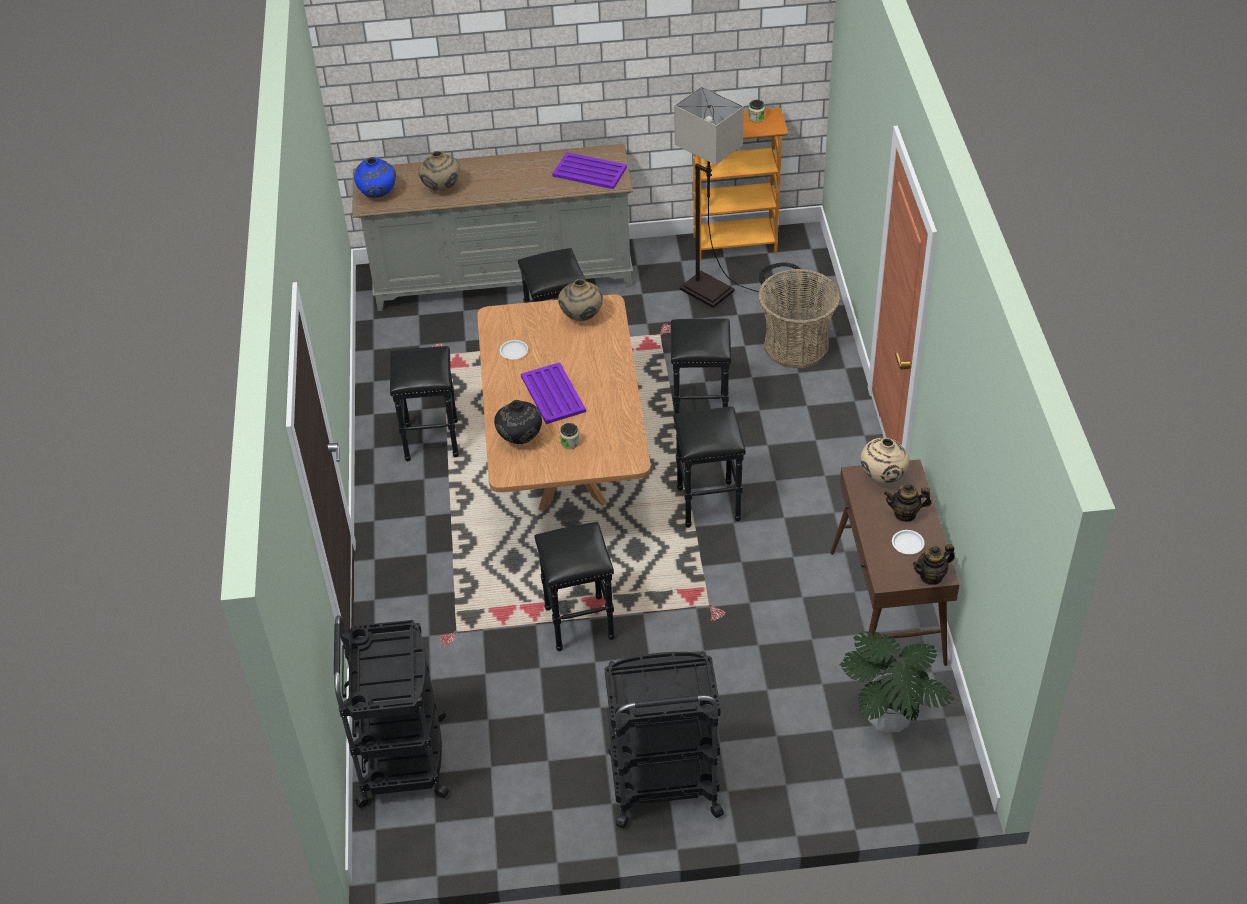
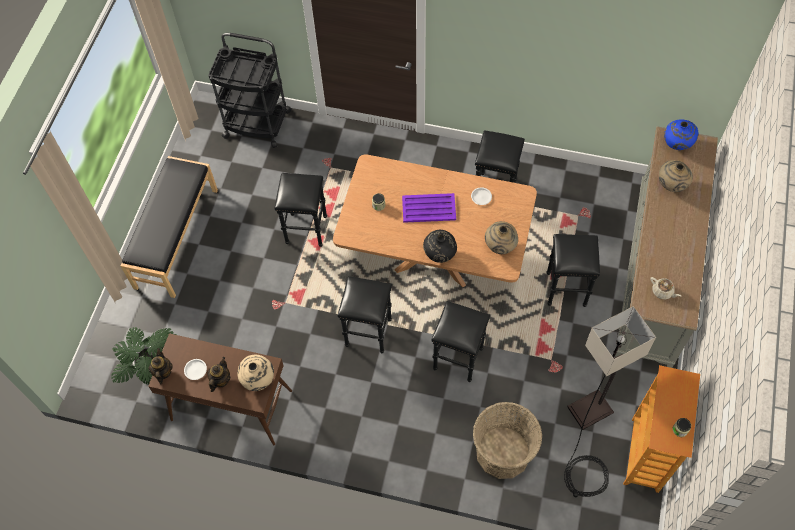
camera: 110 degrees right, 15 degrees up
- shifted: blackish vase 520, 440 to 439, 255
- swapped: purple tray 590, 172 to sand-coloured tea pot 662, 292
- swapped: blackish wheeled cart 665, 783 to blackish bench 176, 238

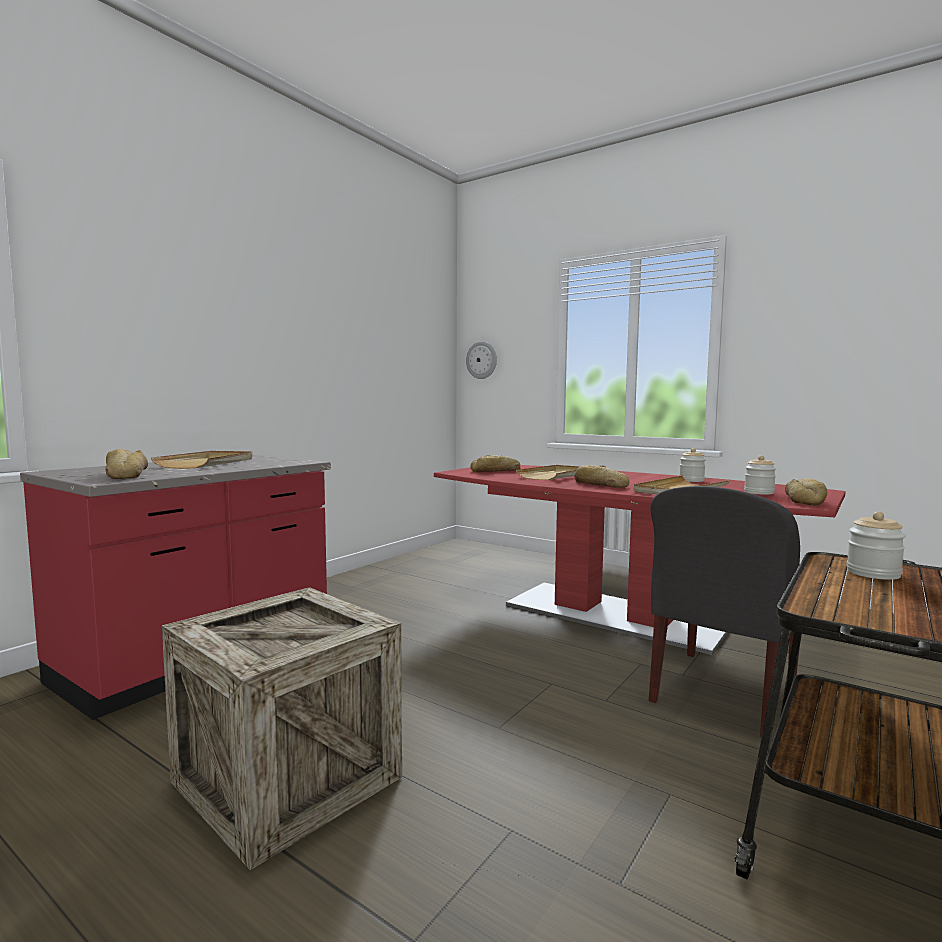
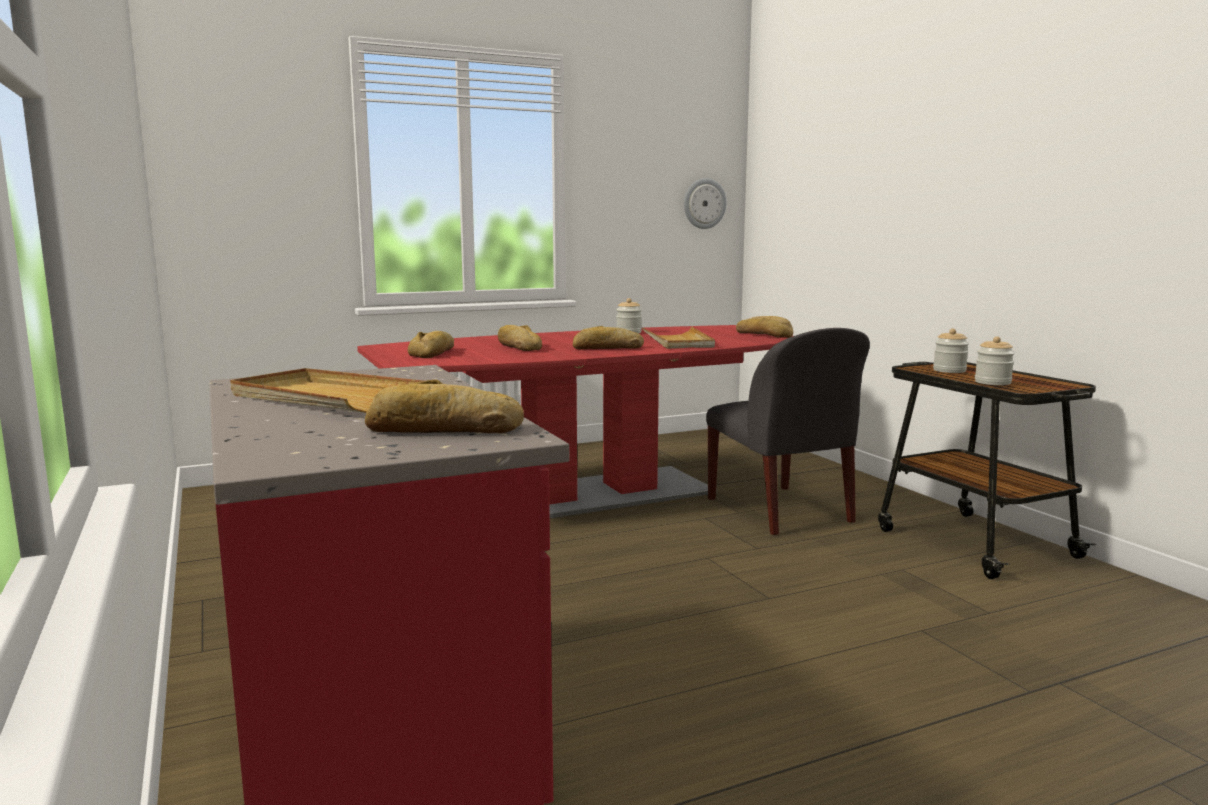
camera: 60 degrees left, 5 degrees up
- gone: packing crate 287, 779
- shifted: clock on the wall 481, 360 to 704, 203
- swapped: sand-coloured tray 555, 475 to bread 519, 347
- shifted: preserve jar 759, 492 to 992, 382

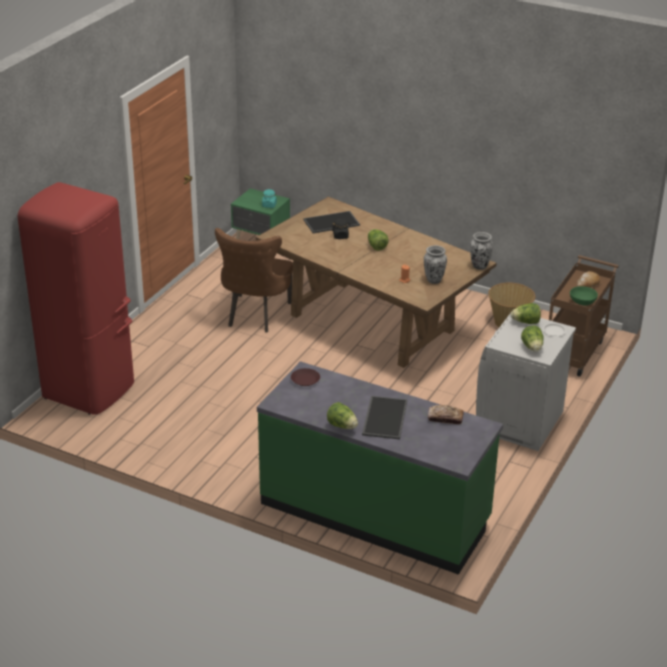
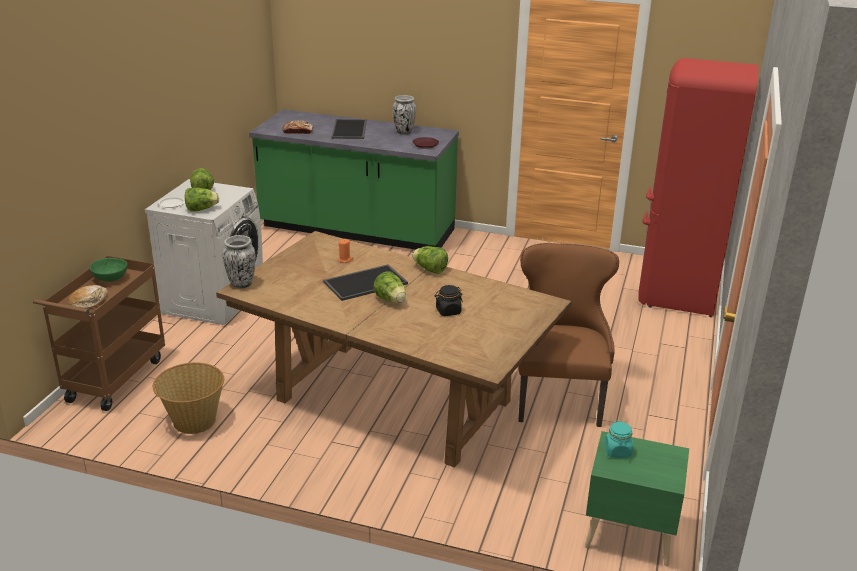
camera: 170 degrees right, 5 degrees down
- shifted: tray 331, 223 to 365, 282
- shifted: lettuce head 342, 426 to 430, 270
- shifted: vase 434, 280 to 404, 132

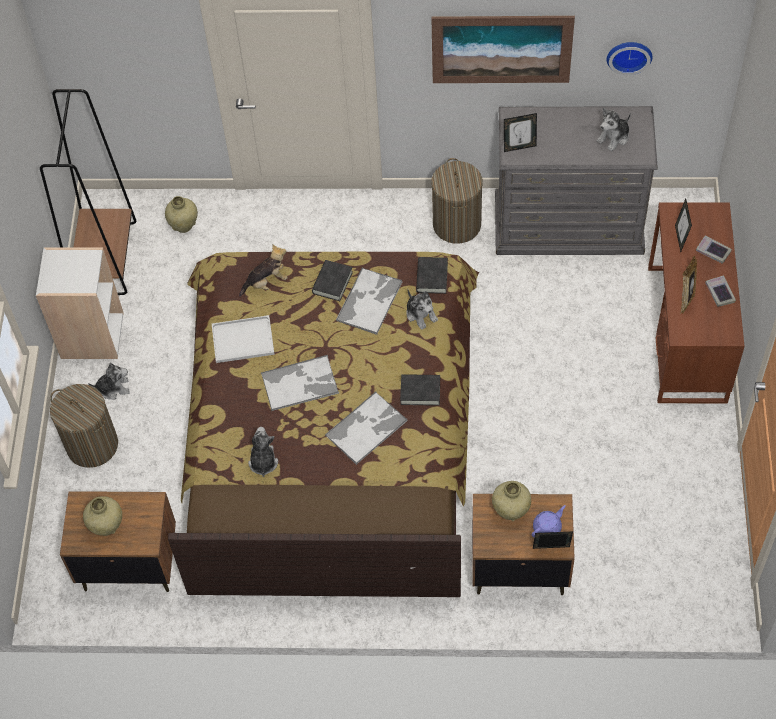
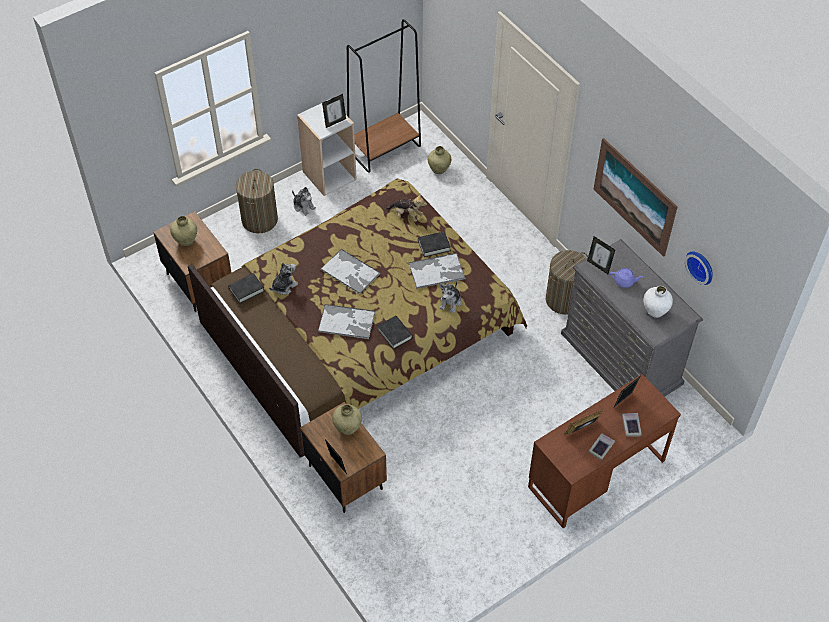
camera: 50 degrees right, 5 degrees down
- gone: white-coloured tray 244, 339
- shifted: blackish volume 432, 277 to 246, 290
- shifted: purple tea pot 547, 527 to 624, 281
- swapped: soft toy 614, 137 to white-coloured vase 655, 311
- new: standing frame 335, 122

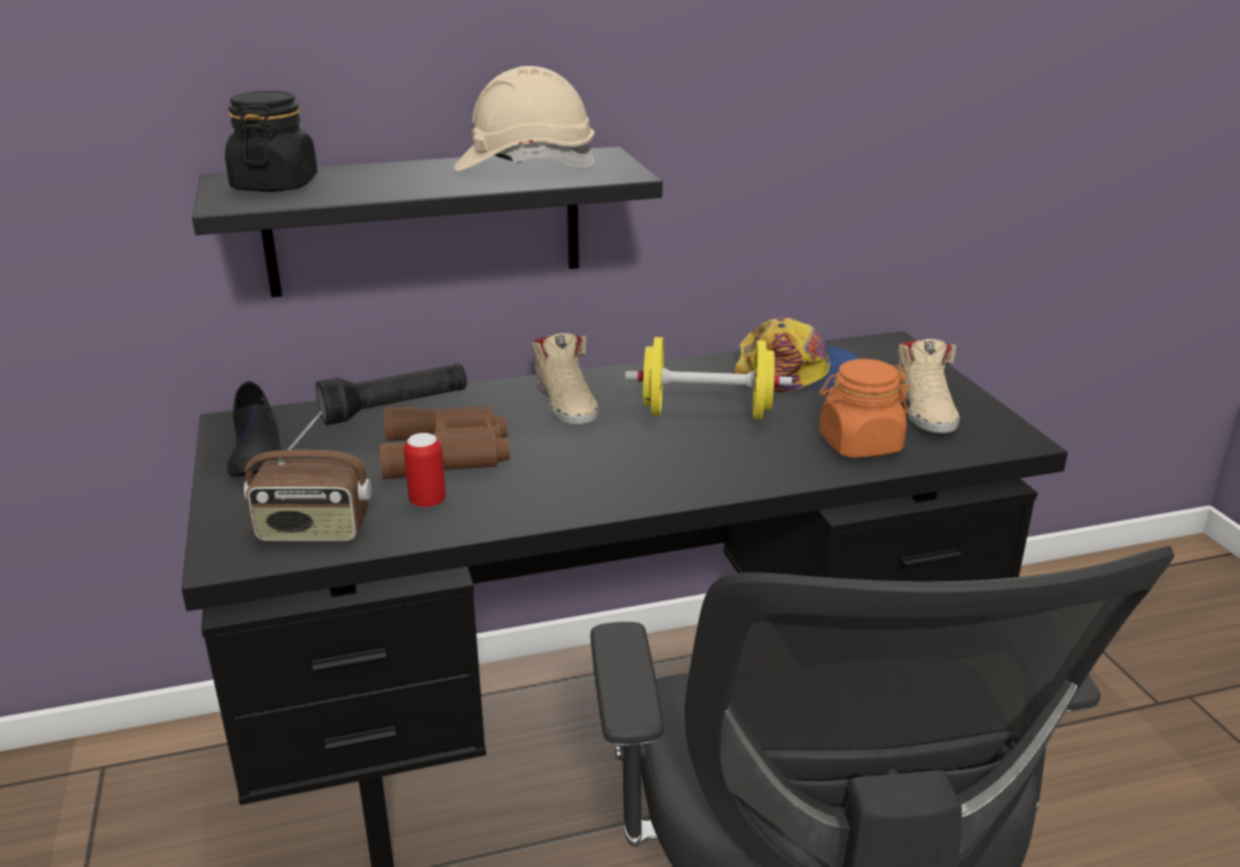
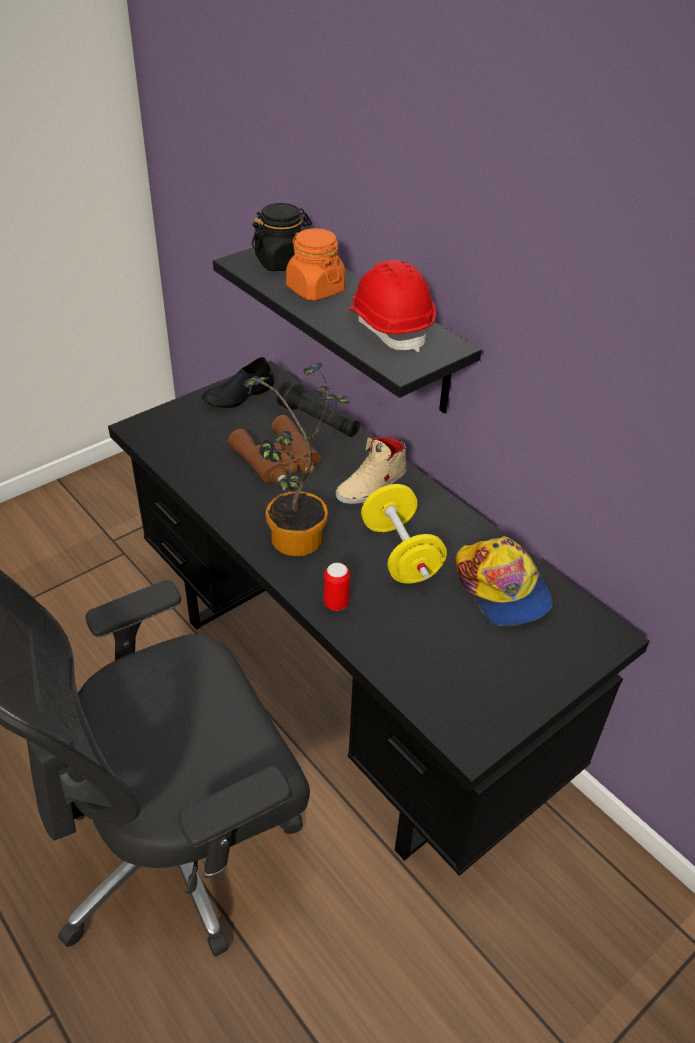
camera: 65 degrees right, 15 degrees up
- gone: radio set 313, 532
- shifted: sealed can 427, 502 to 336, 603
- repainted: sand-coloured work helmet 525, 166 to red-coloured work helmet 389, 326
- shifted: orange preserve jar 859, 444 to 315, 290
- gone: sand-coloured item of footwear 925, 409
- new: plant in a pot 294, 544

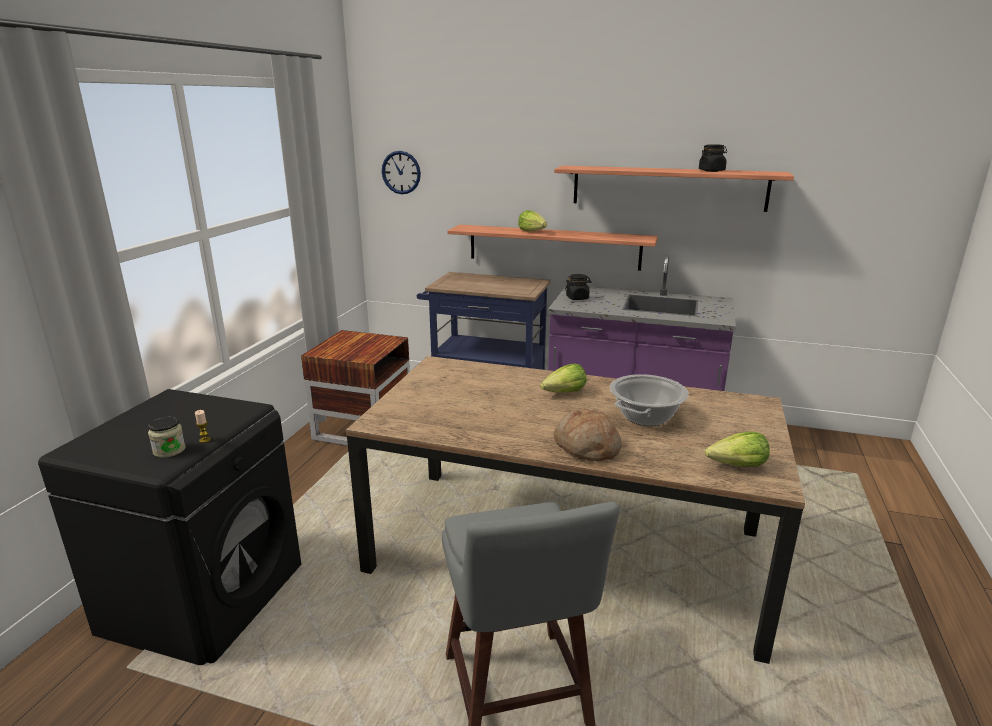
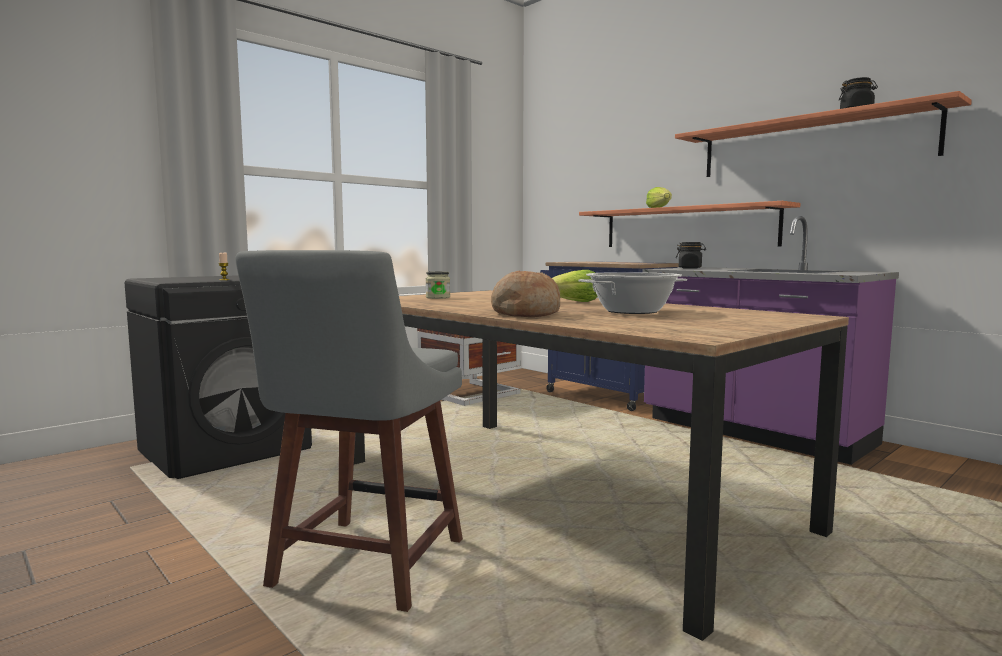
camera: 30 degrees right, 15 degrees down
- shifted: preserve jar 169, 450 to 438, 297
- gone: clock on the wall 401, 172
- gone: lettuce head 738, 466

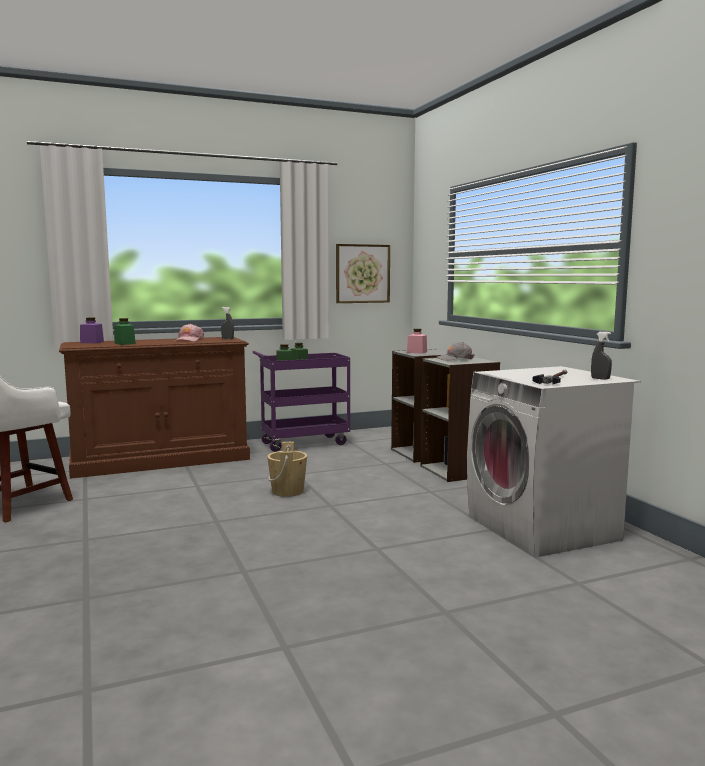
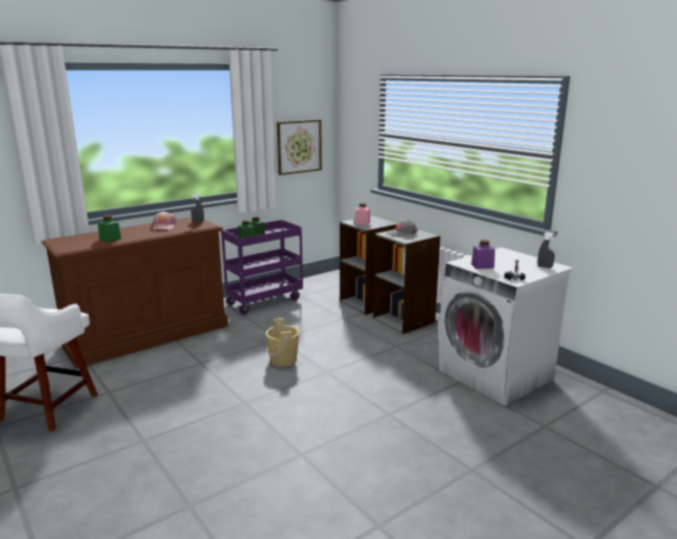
camera: 15 degrees left, 10 degrees up
- shifted: purple preserve jar 92, 342 to 482, 266

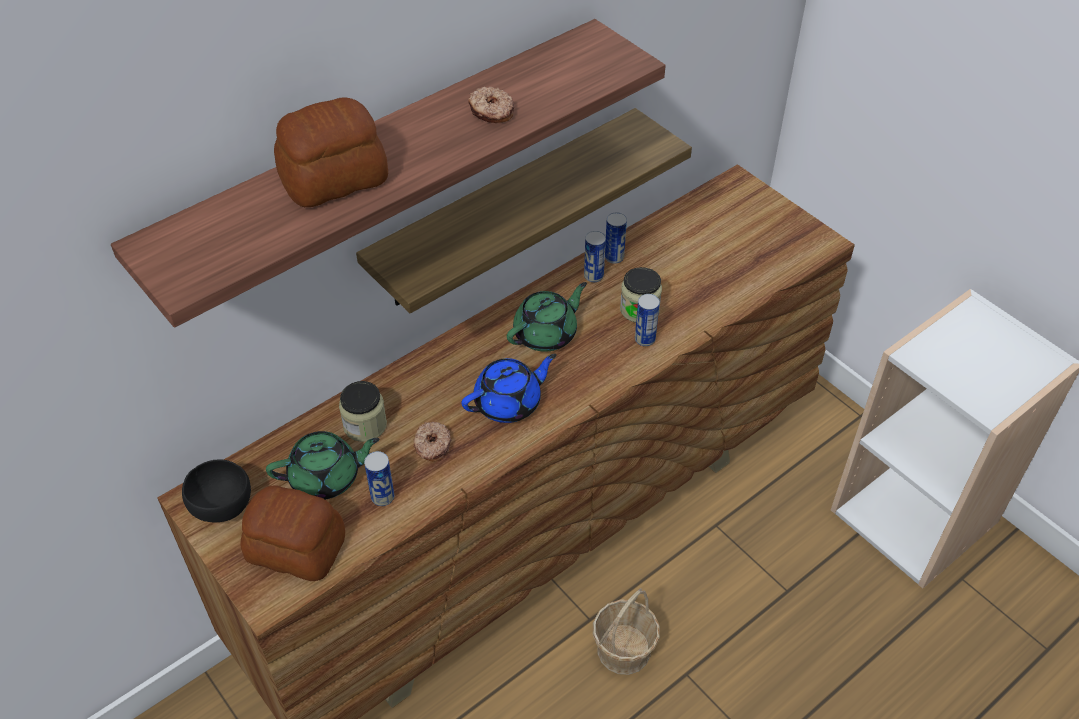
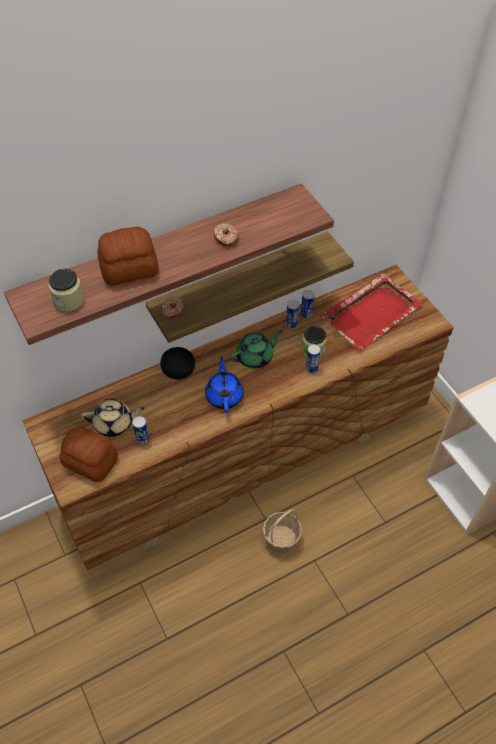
camera: 10 degrees right, 5 degrees up
- shifted: blackish deep dish 222, 506 to 178, 371
- repainted: green tea pot 326, 477 to sand-coloured tea pot 114, 424
- shifted: preserve jar 365, 425 to 68, 300
- shifted: ring doughnut 432, 446 to 172, 310
- rotated: bluish tea pot 509, 403 = 224, 395 75 degrees counterclockwise
- new: red-coloured tray 372, 313

